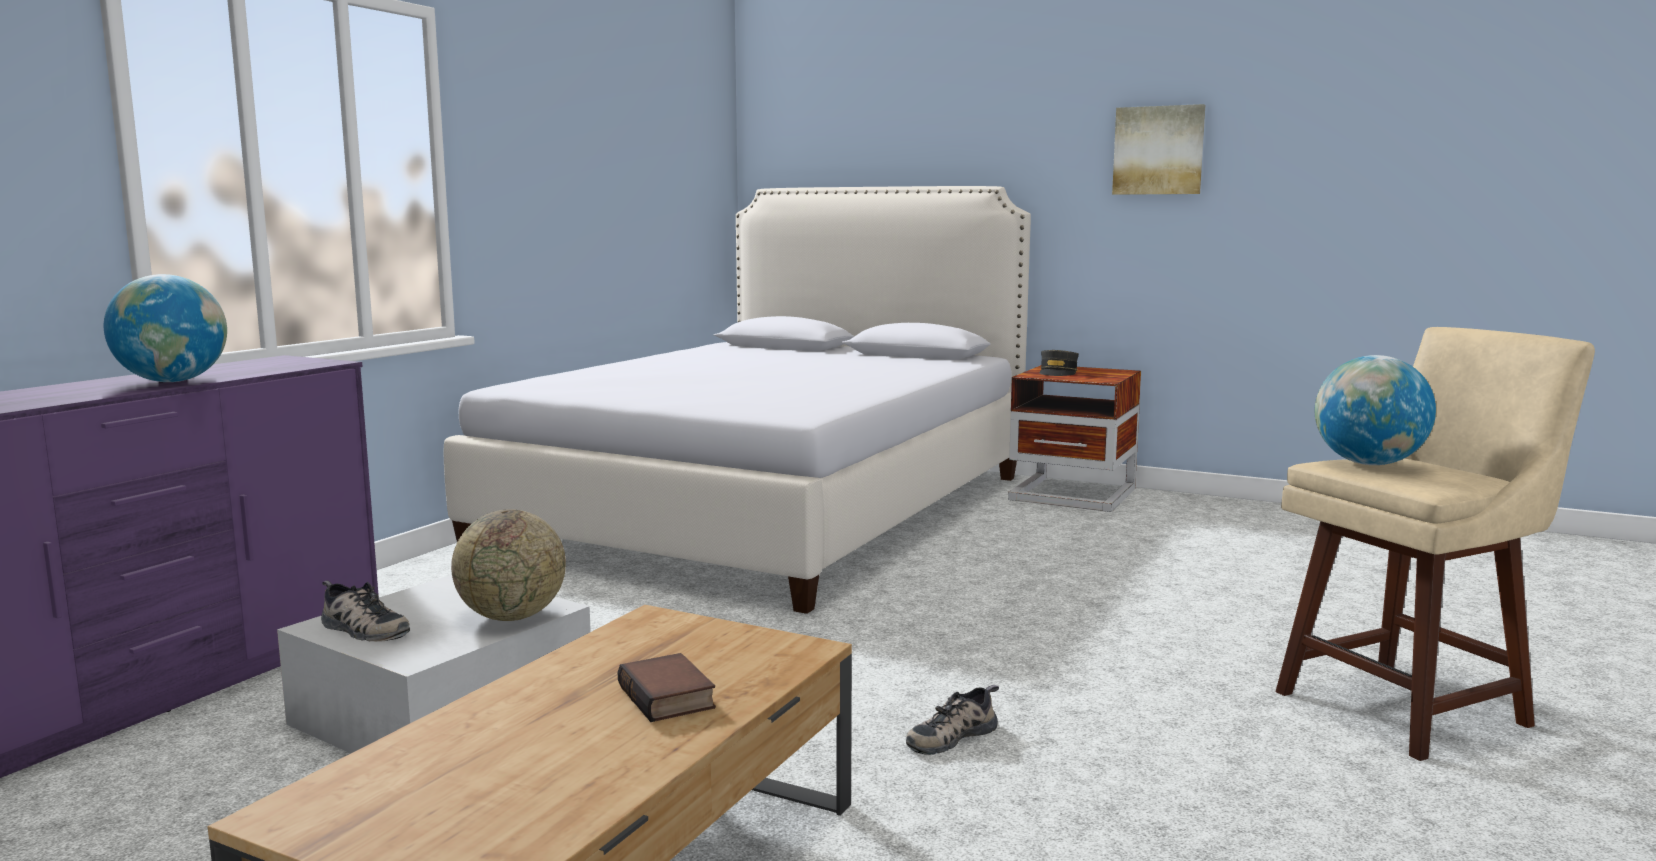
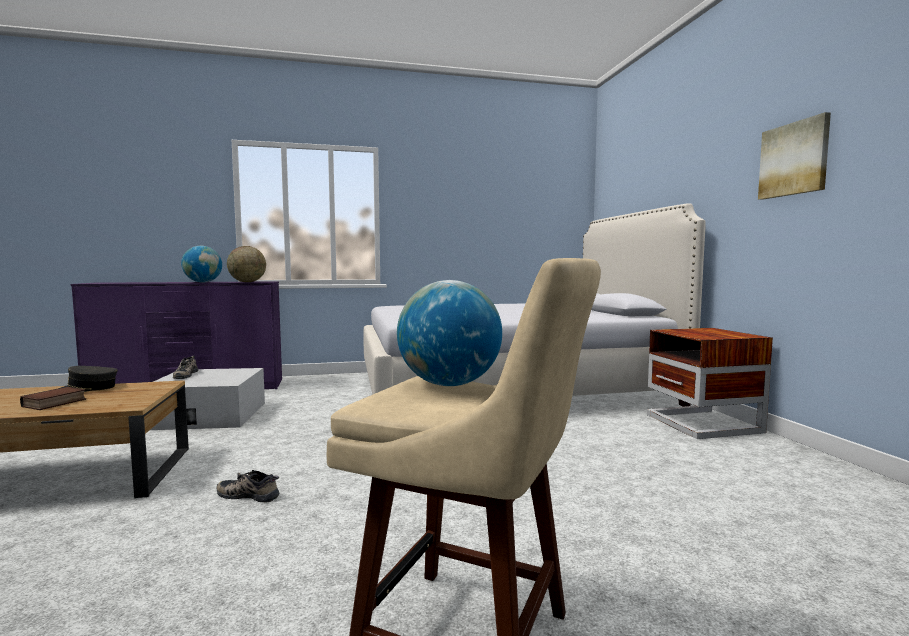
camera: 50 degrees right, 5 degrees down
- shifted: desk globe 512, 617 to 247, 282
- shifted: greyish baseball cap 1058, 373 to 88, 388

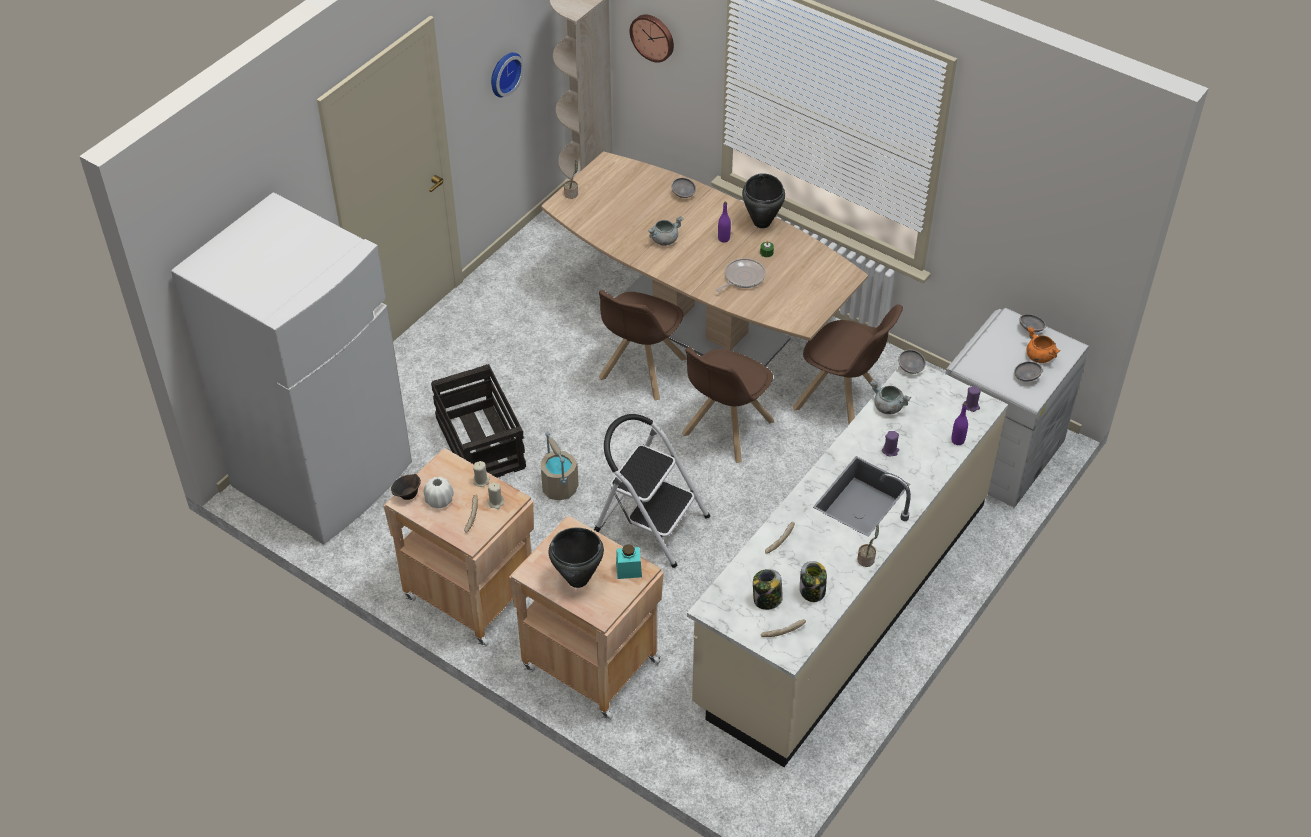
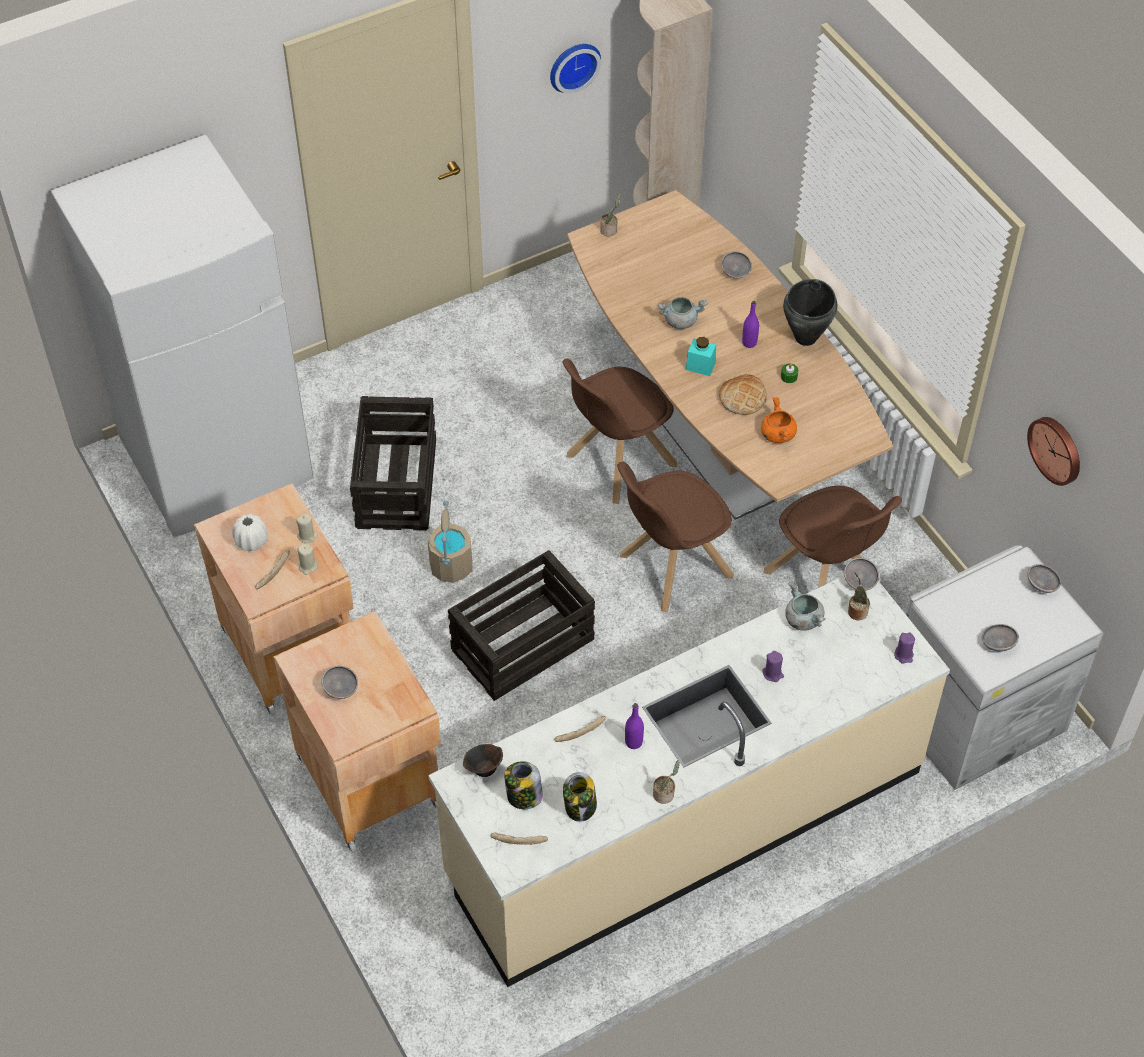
camera: 25 degrees right, 5 degrees up
- shifted: brownish deep dish 407, 494 to 483, 768
- swapped: blackish stockpot 578, 580 to greyish deep dish 341, 689
- swapped: step stool 648, 523 to packing crate 523, 644
- shifted: blue-green preserve jar 629, 570 to 700, 365
- shifted: clock on the wall 653, 37 to 1056, 449
- swapped: pan 742, 277 to bread 742, 398
- shifted: purple drink bottle 957, 440 to 633, 742
- shifted: orange stockpot 1039, 356 to 777, 434
- new: plant in a pot 856, 611

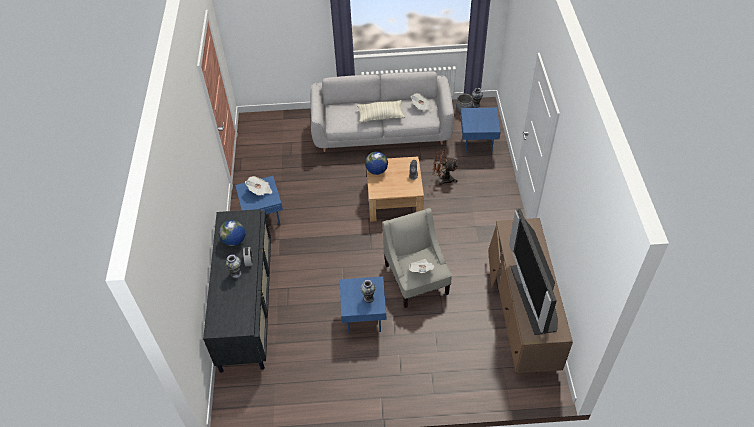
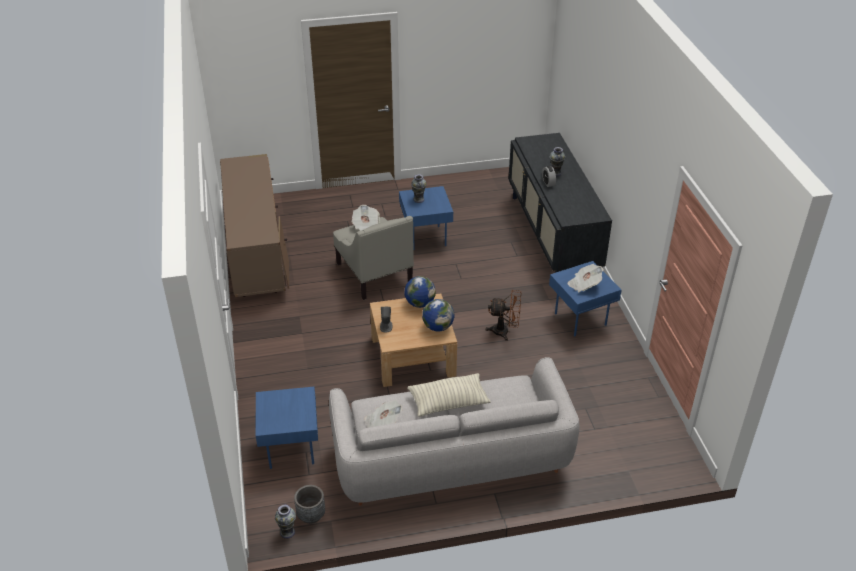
camera: 170 degrees right, 10 degrees down
- shifted: desk globe 234, 241 to 420, 303
- shifted: brownish electric fan 443, 179 to 505, 331
- gone: TV 534, 297

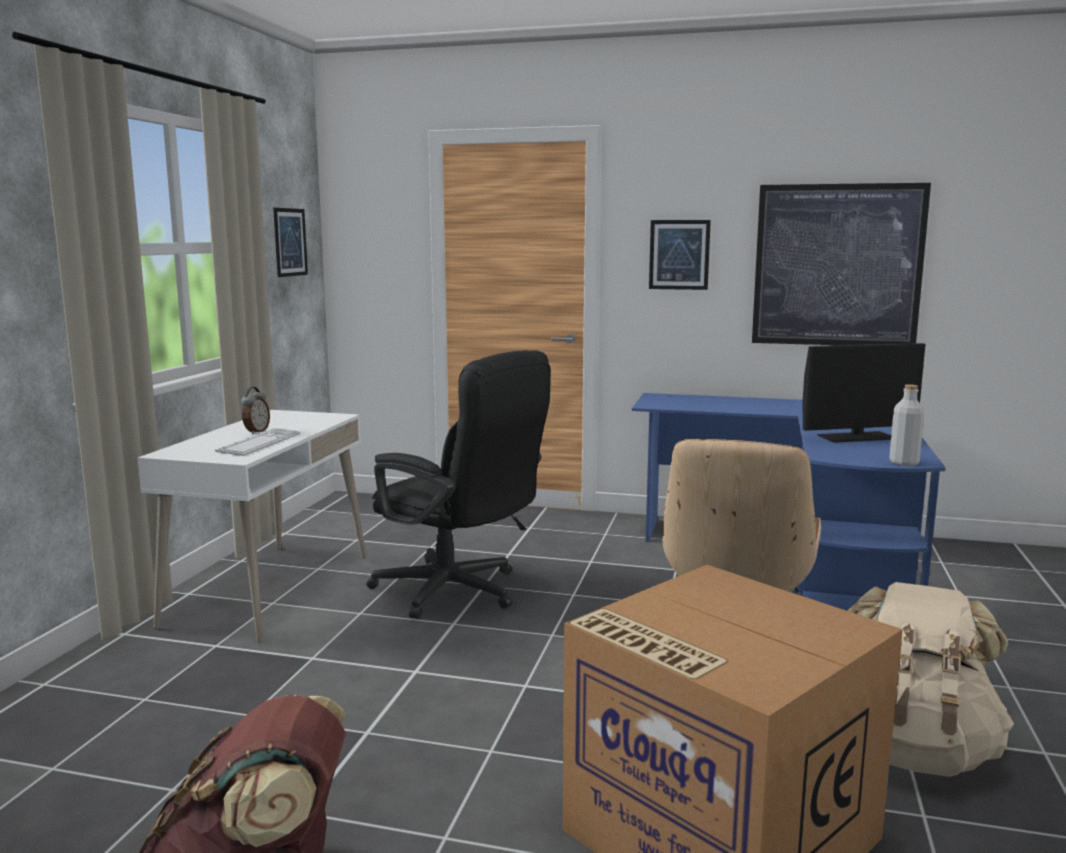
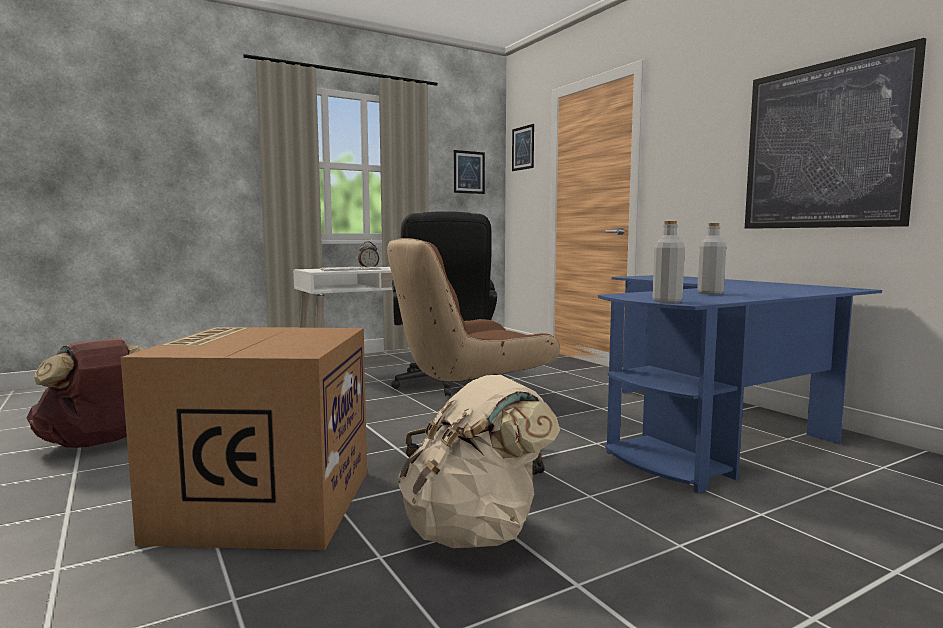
camera: 45 degrees right, 5 degrees down
- shifted: wall picture 679, 254 to 523, 148
- swapped: computer display 857, 437 to greyish drink bottle 710, 293

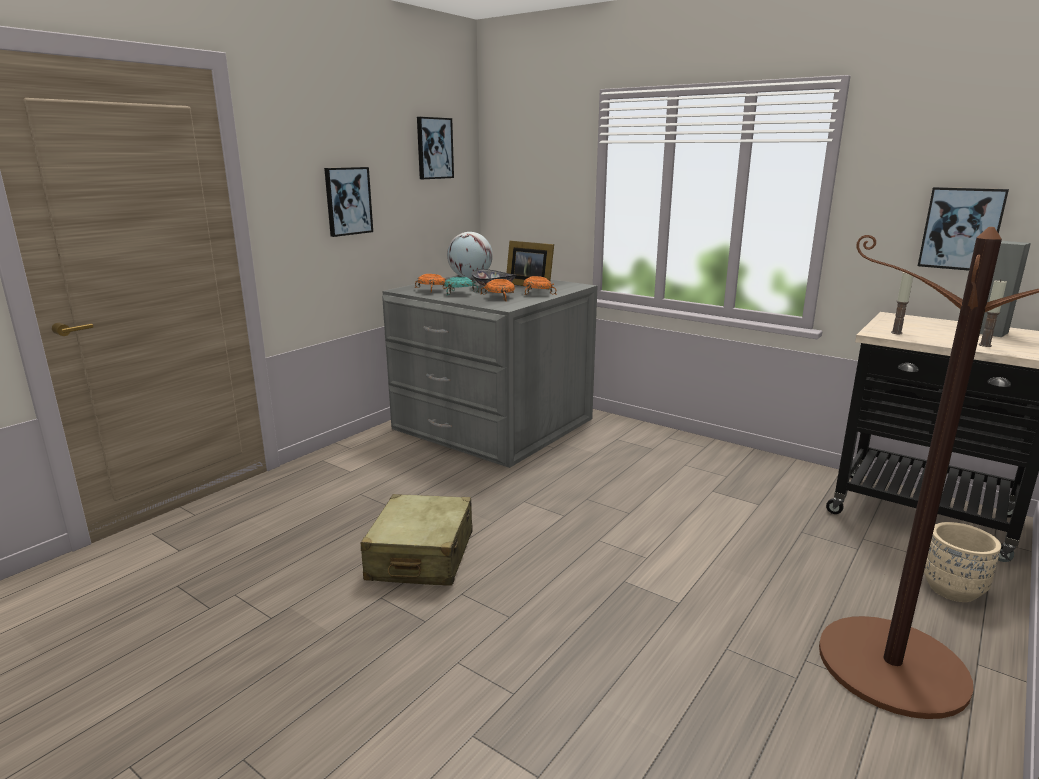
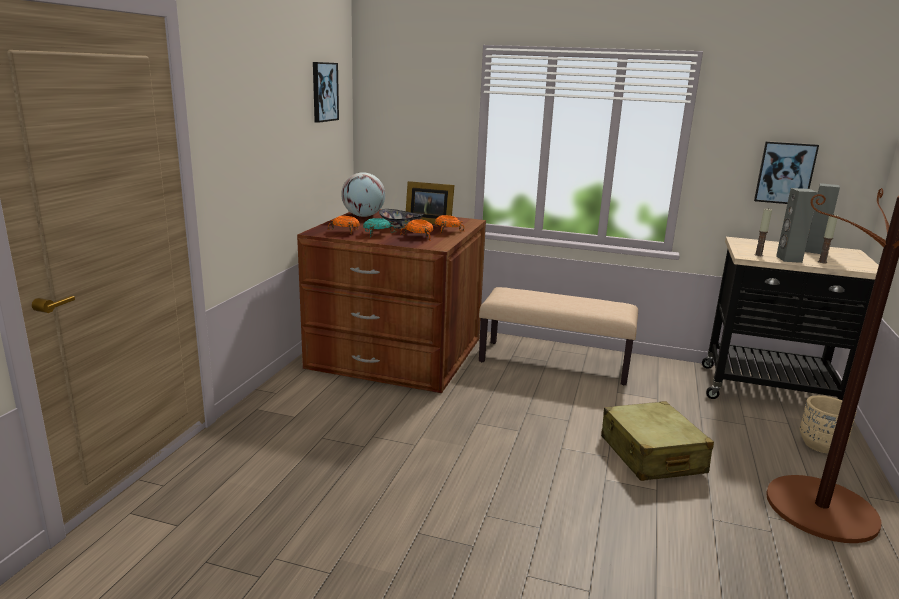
camera: 20 degrees left, 0 degrees up
- gone: wall picture 348, 201
- shifted: sand-coloured suitcase 421, 556 to 651, 455
- repainted: greyish dresser 492, 424 to brownish dresser 396, 353
- new: sand-coloured bench 555, 362
- new: greyish loudspeaker 788, 259

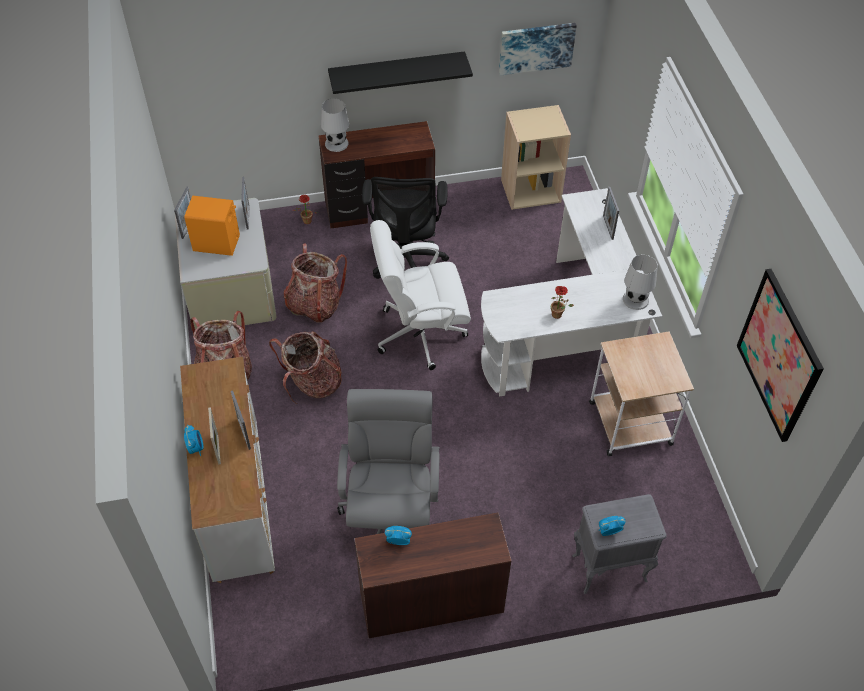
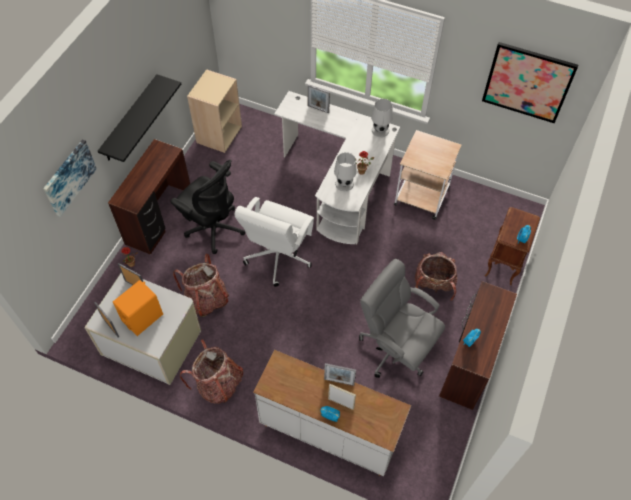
camera: 55 degrees left, 5 degrees up
- shifted: rucksack 312, 383 to 433, 285
- shifted: white-coloured lamp for a table 336, 143 to 344, 184
- shifted: wall picture 536, 47 to 69, 177
- repainted: greyish night table 609, 568 to brownish night table 503, 264

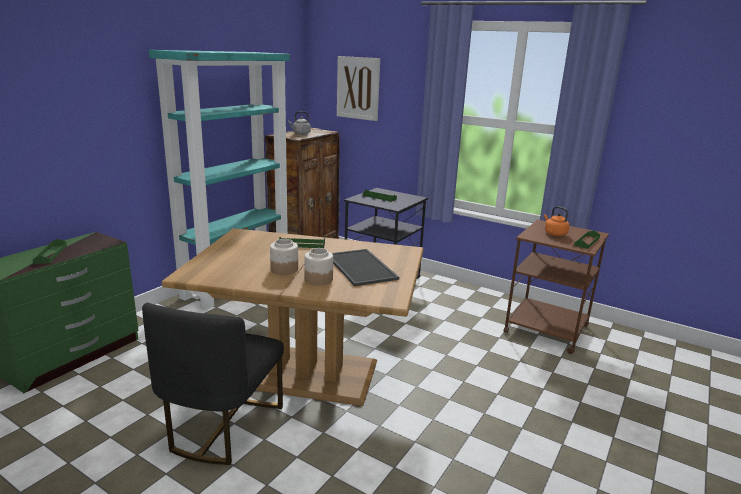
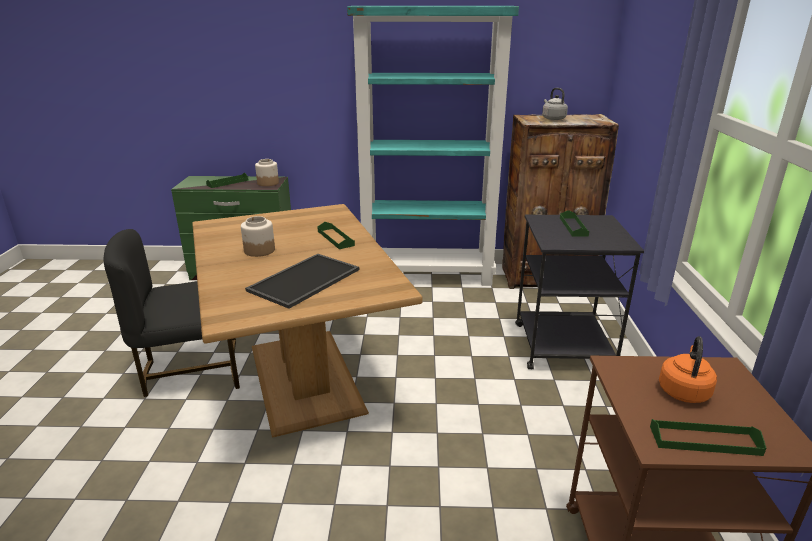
camera: 60 degrees right, 5 degrees up
- shifted: preserve jar 318, 279 to 268, 183
- gone: wall picture 358, 88

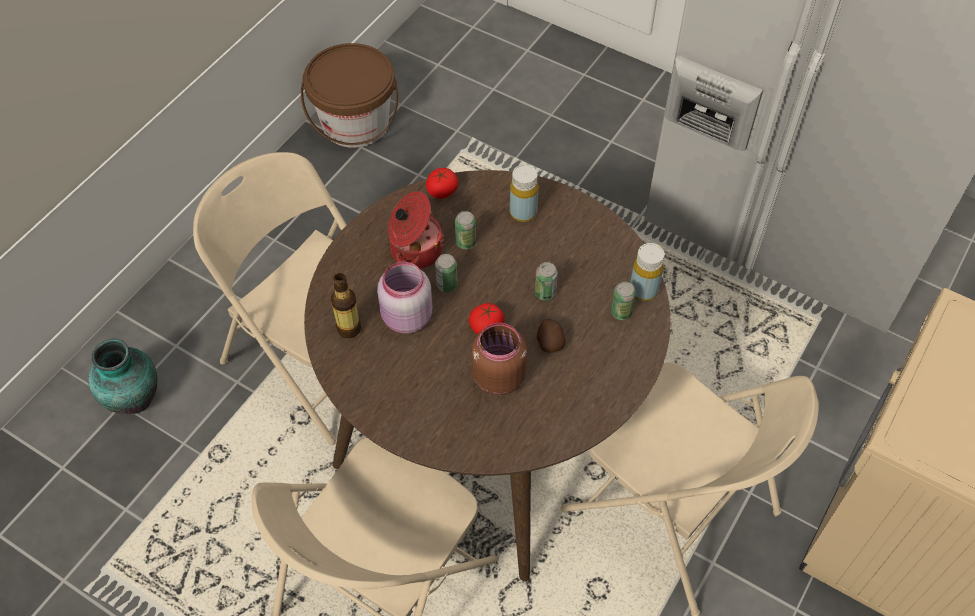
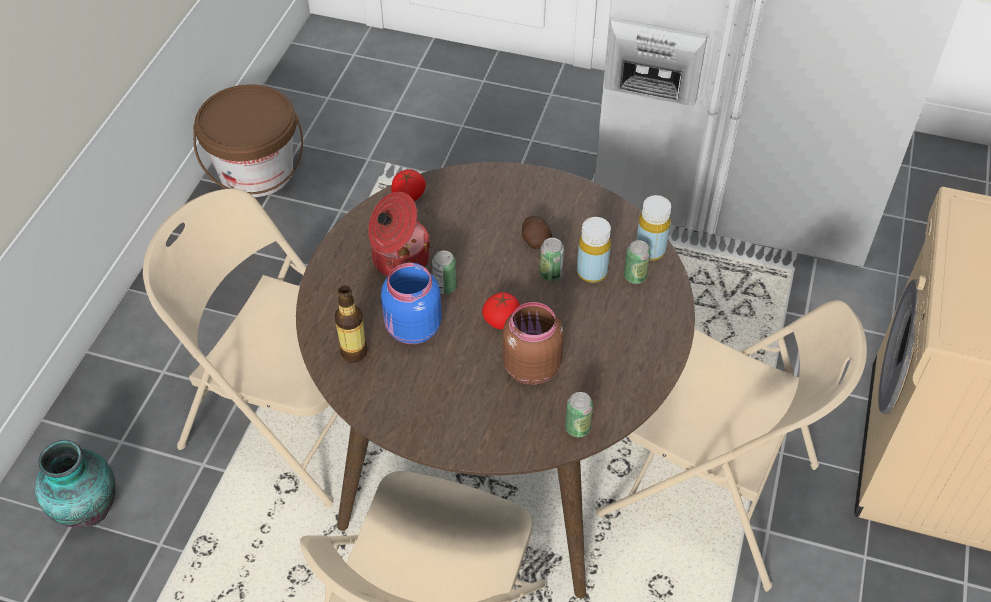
camera: 15 degrees left, 5 degrees down
- repainted: pinkish preserve jar 405, 318 to bluish preserve jar 412, 329
- shifted: sealed can 465, 242 to 577, 428
- shifted: yellow-coloured drink bottle 523, 212 to 592, 272
- shifted: potato 549, 342 to 535, 240

